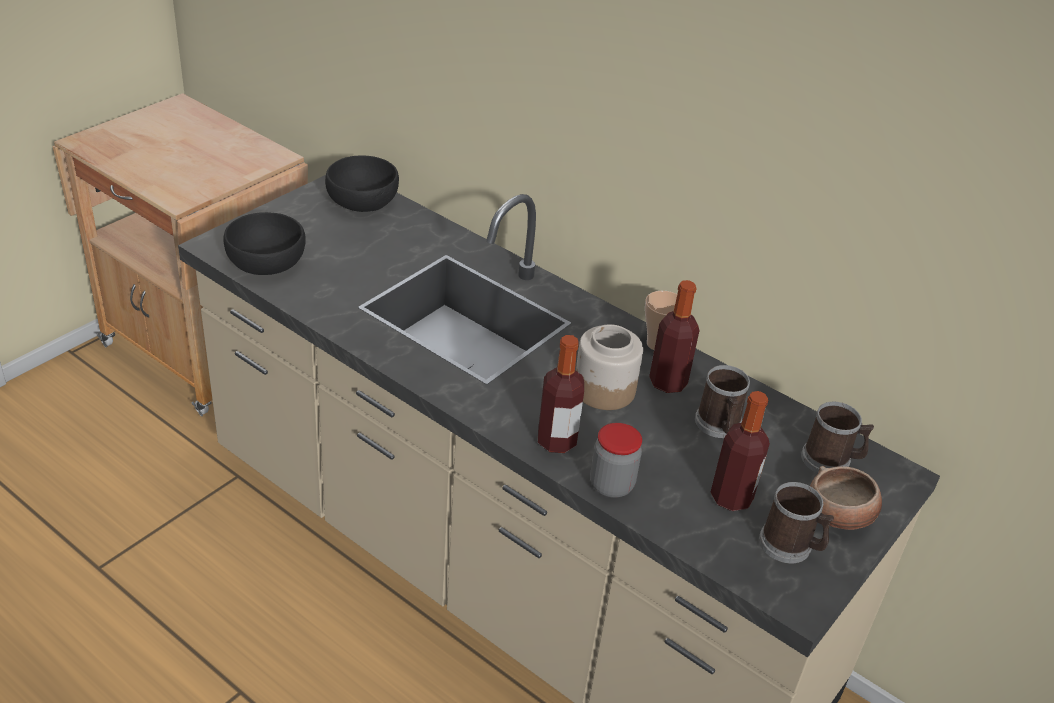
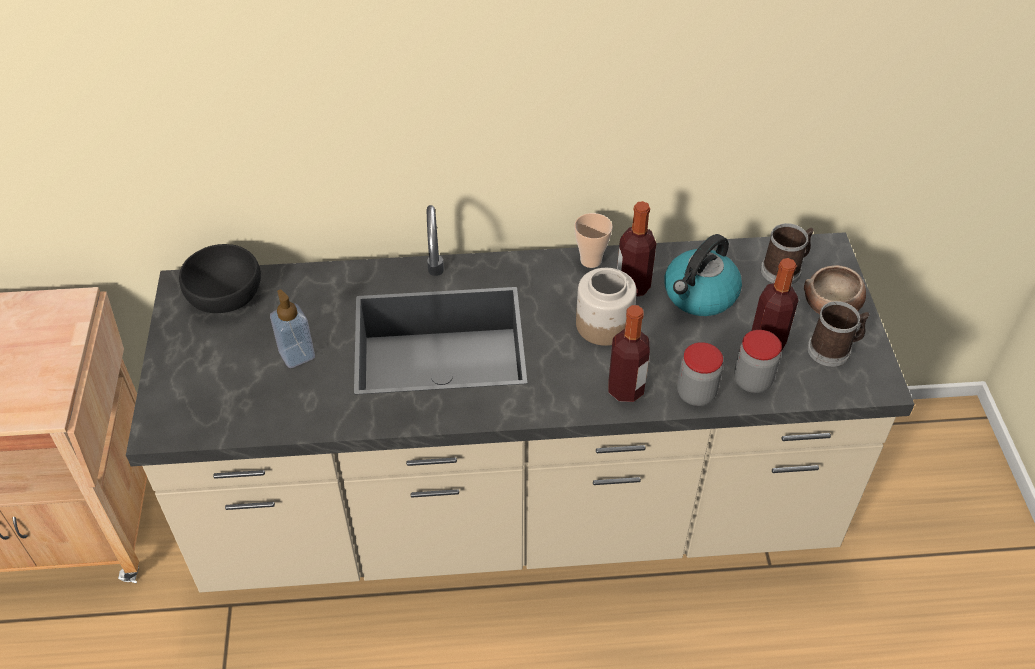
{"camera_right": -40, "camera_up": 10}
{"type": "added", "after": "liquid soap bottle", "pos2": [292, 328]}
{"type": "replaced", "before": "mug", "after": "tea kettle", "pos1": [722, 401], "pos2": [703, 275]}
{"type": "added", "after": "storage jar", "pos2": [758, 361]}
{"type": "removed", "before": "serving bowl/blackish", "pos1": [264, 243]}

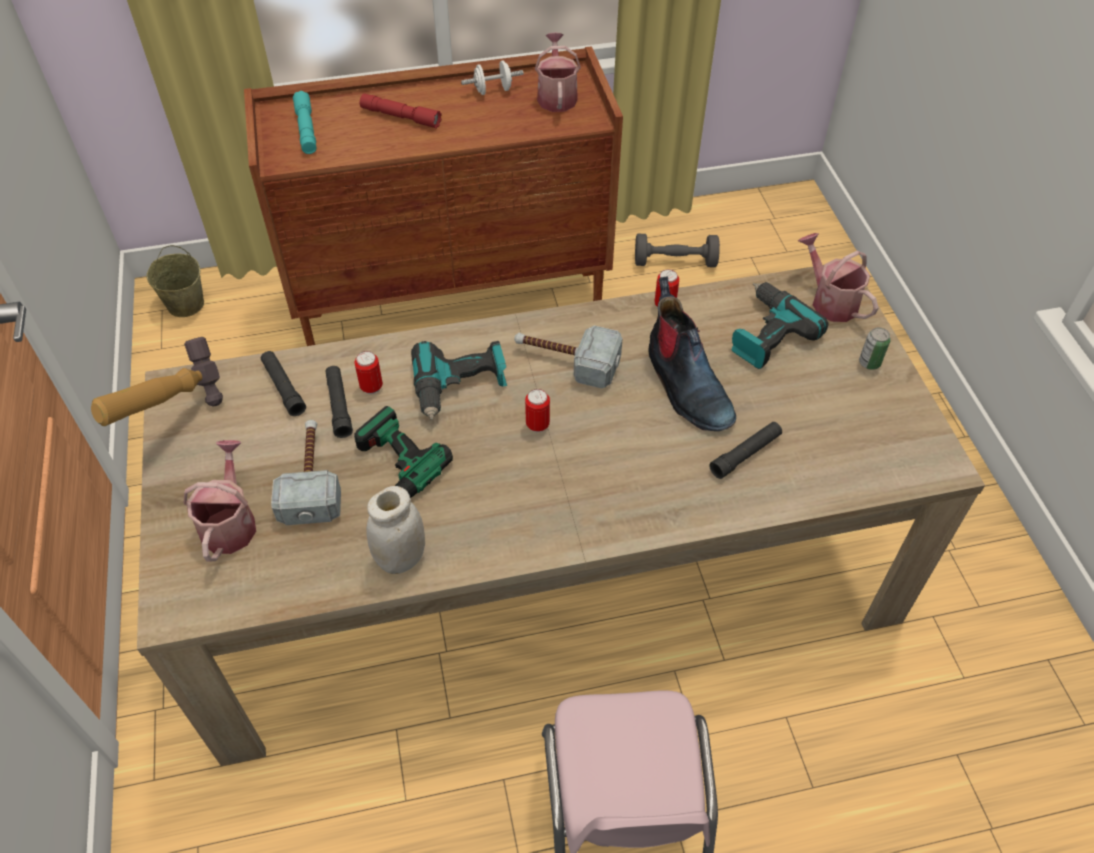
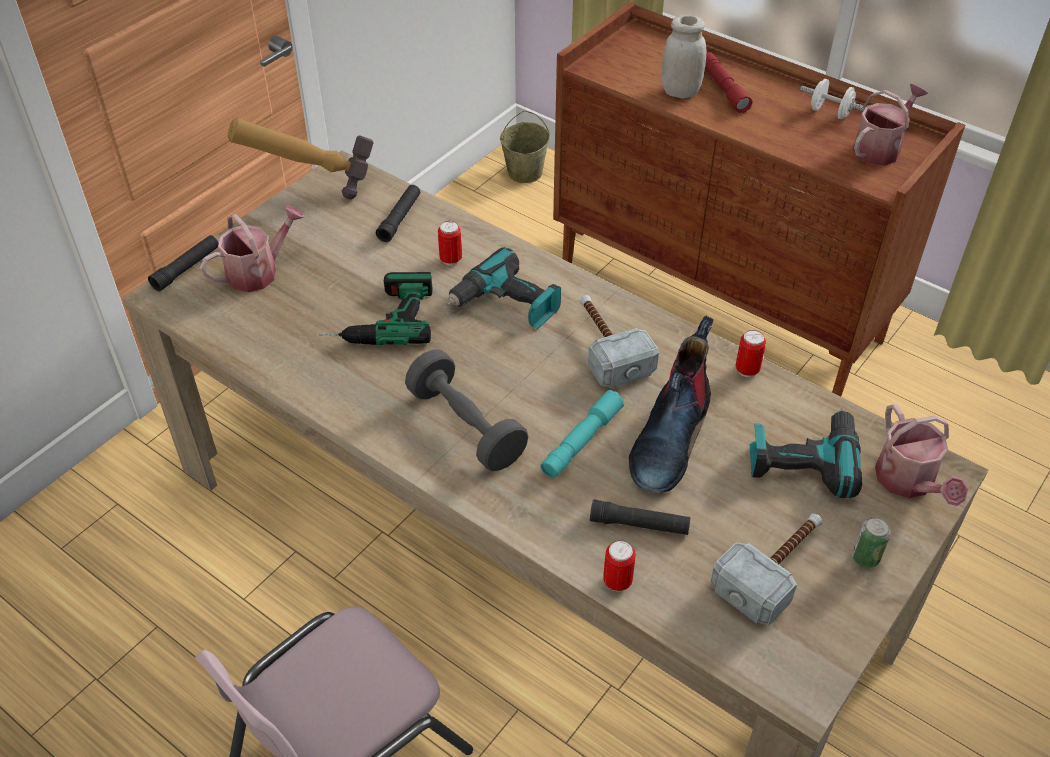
{"camera_right": 50, "camera_up": -5}
{"type": "moved", "before": "flashlight/blackish", "pos1": [339, 402], "pos2": [183, 263]}
{"type": "moved", "before": "free weight/greyish", "pos1": [677, 250], "pos2": [466, 410]}
{"type": "moved", "before": "flashlight/blue-green", "pos1": [305, 122], "pos2": [582, 434]}
{"type": "moved", "before": "metal can", "pos1": [537, 410], "pos2": [619, 566]}
{"type": "moved", "before": "storage jar/white", "pos1": [395, 530], "pos2": [683, 56]}
{"type": "moved", "before": "hammer", "pos1": [306, 472], "pos2": [766, 569]}
{"type": "turned", "before": "watering pot", "pos1": [838, 277], "pos2": [921, 455], "turn": 150}

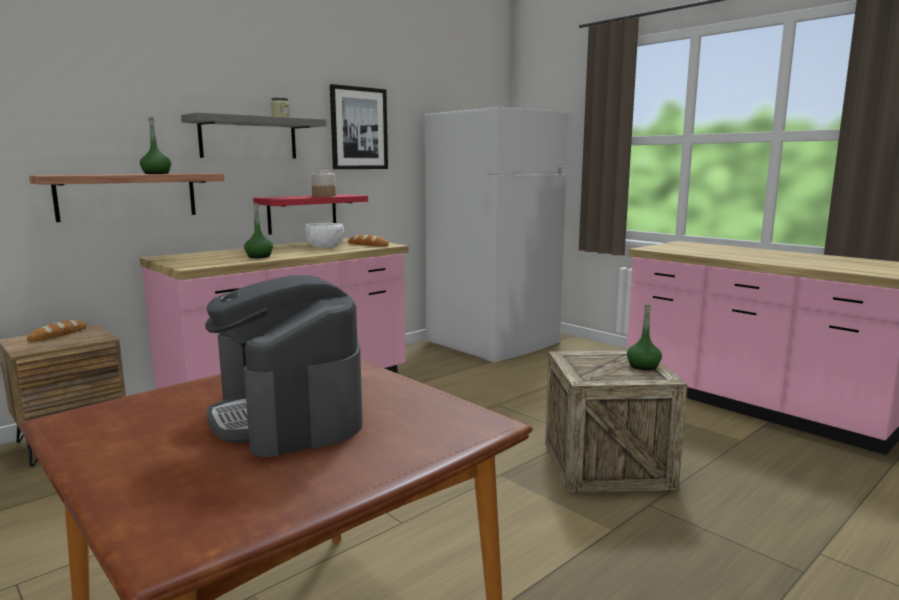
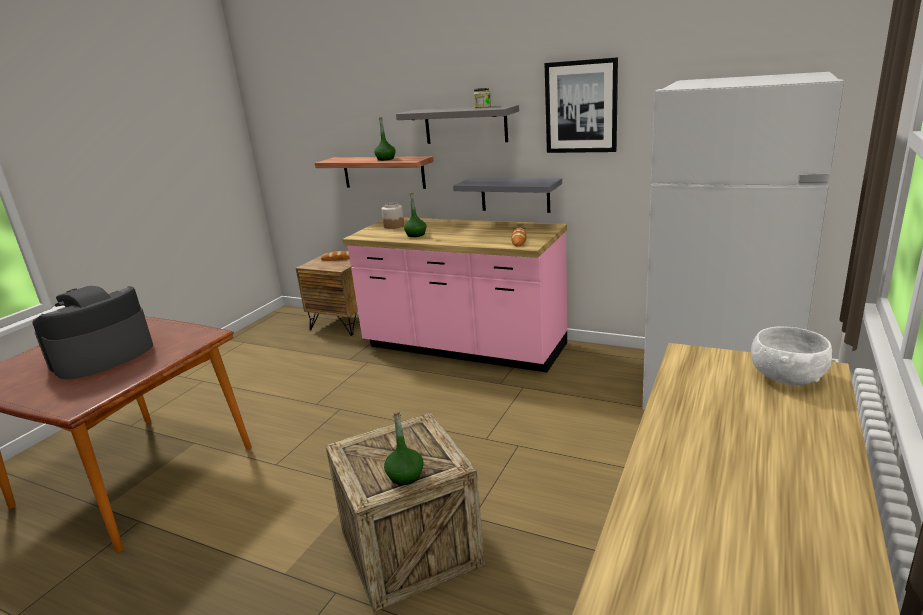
{"camera_right": 70, "camera_up": 10}
{"type": "moved", "before": "storage jar", "pos1": [323, 183], "pos2": [392, 215]}
{"type": "recoloured", "before": "bracket shelf/red", "after": "bracket shelf/greyish", "pos1": [310, 214], "pos2": [507, 195]}
{"type": "moved", "before": "serving bowl/white", "pos1": [324, 235], "pos2": [791, 356]}

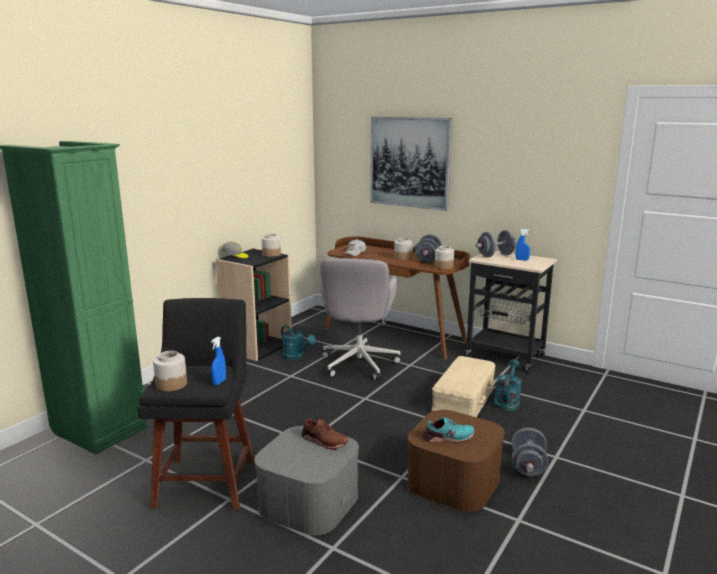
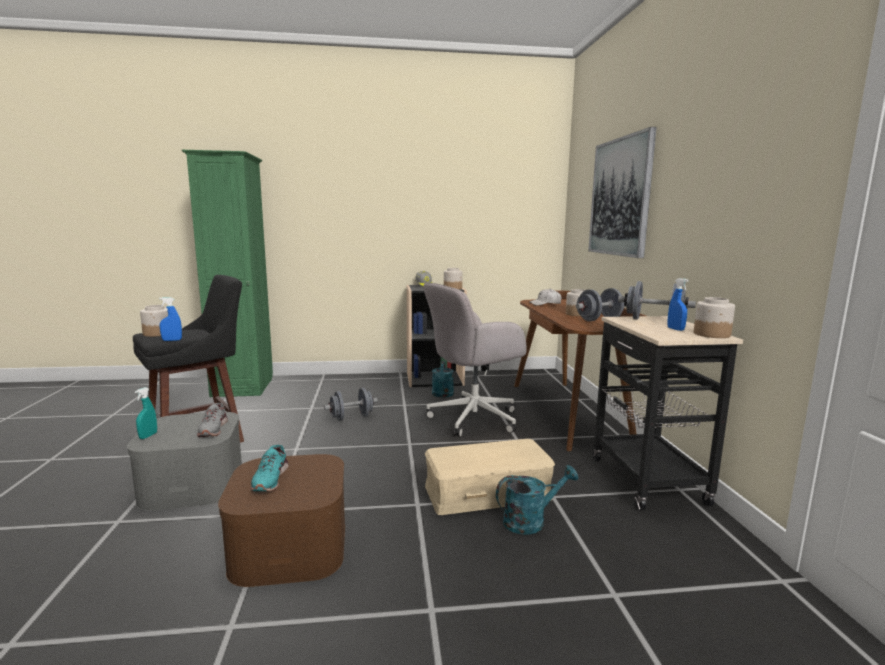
{"camera_right": 50, "camera_up": -5}
{"type": "added", "after": "spray bottle/blue-green", "pos2": [146, 413]}
{"type": "recoloured", "before": "shoe/brown-coloured", "after": "shoe/greyish", "pos1": [324, 434], "pos2": [212, 420]}
{"type": "turned", "before": "shoe/blue-green", "pos1": [449, 430], "pos2": [270, 468], "turn": 45}
{"type": "moved", "before": "free weight/greyish", "pos1": [529, 452], "pos2": [351, 404]}
{"type": "moved", "before": "storage jar", "pos1": [444, 257], "pos2": [714, 317]}

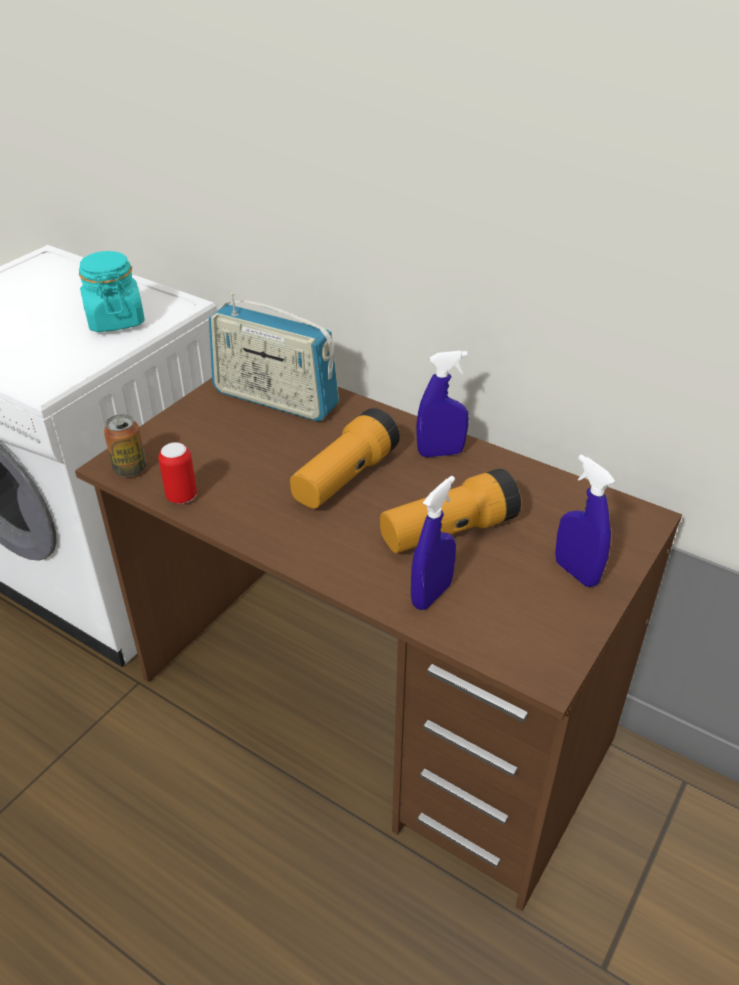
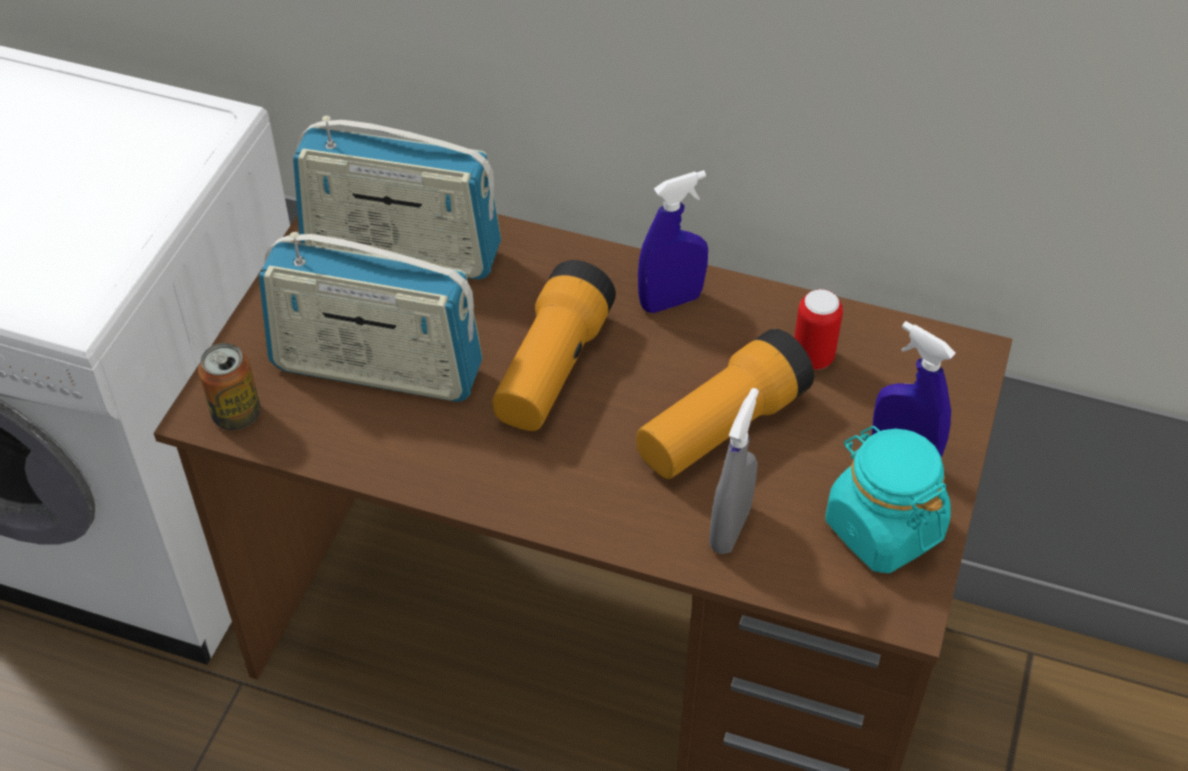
{"camera_right": -15, "camera_up": 10}
{"type": "added", "after": "radio receiver", "pos2": [370, 317]}
{"type": "recoloured", "before": "spray bottle/blue-coloured", "after": "spray bottle/greyish", "pos1": [433, 543], "pos2": [734, 471]}
{"type": "moved", "before": "metal can", "pos1": [177, 473], "pos2": [818, 329]}
{"type": "moved", "before": "storage jar/blue-green", "pos1": [112, 291], "pos2": [888, 499]}

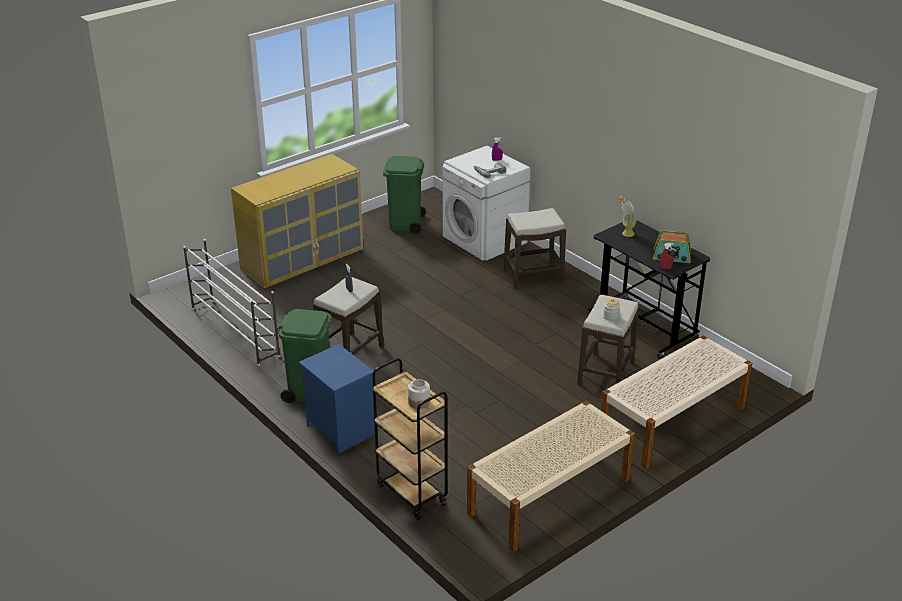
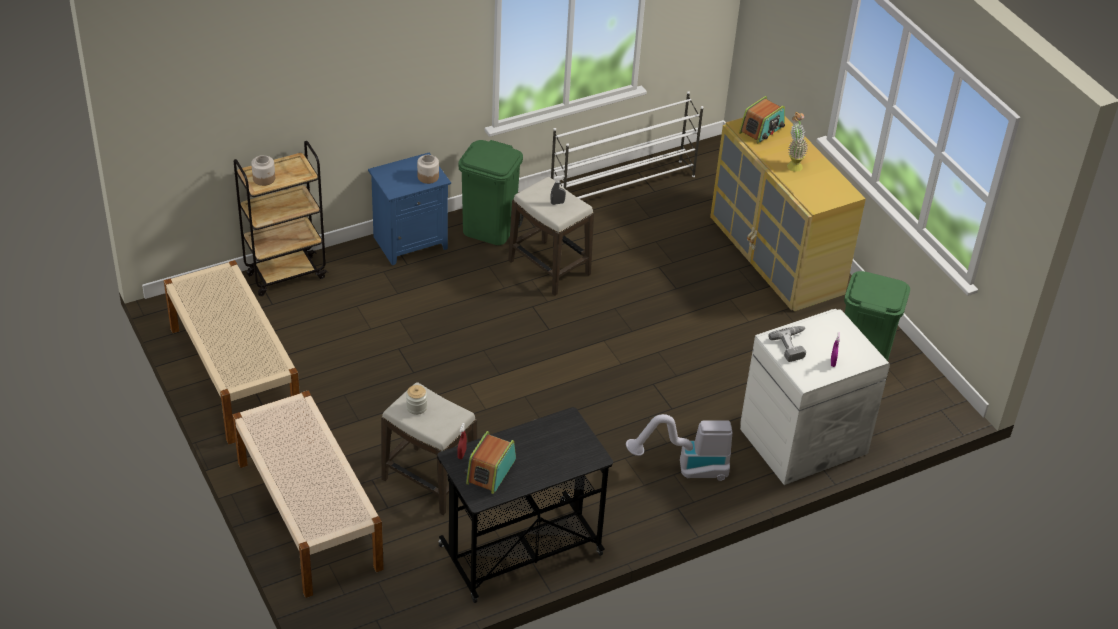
{"camera_right": 100, "camera_up": 10}
{"type": "added", "after": "storage jar", "pos2": [428, 169]}
{"type": "replaced", "before": "sitting stool", "after": "hoover", "pos1": [535, 248], "pos2": [679, 447]}
{"type": "added", "after": "radio receiver", "pos2": [762, 119]}
{"type": "moved", "before": "potted plant", "pos1": [627, 216], "pos2": [797, 142]}

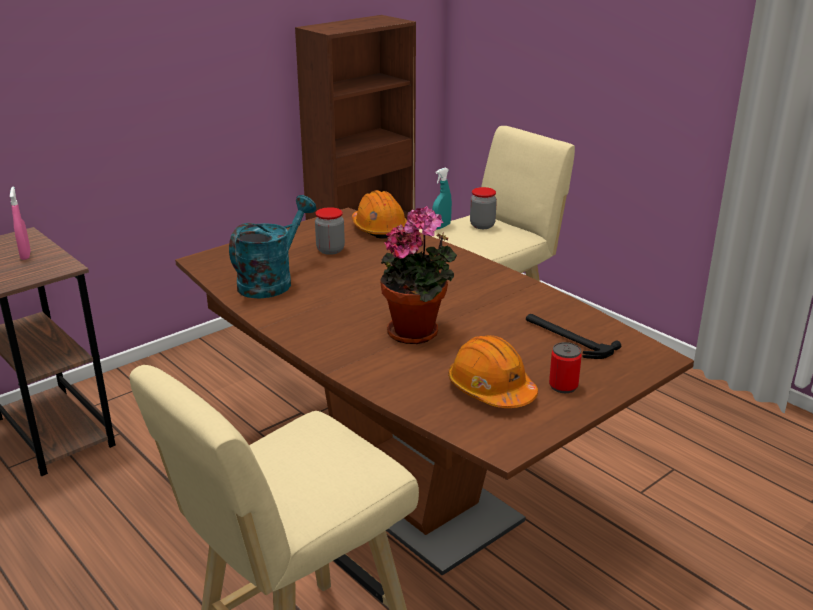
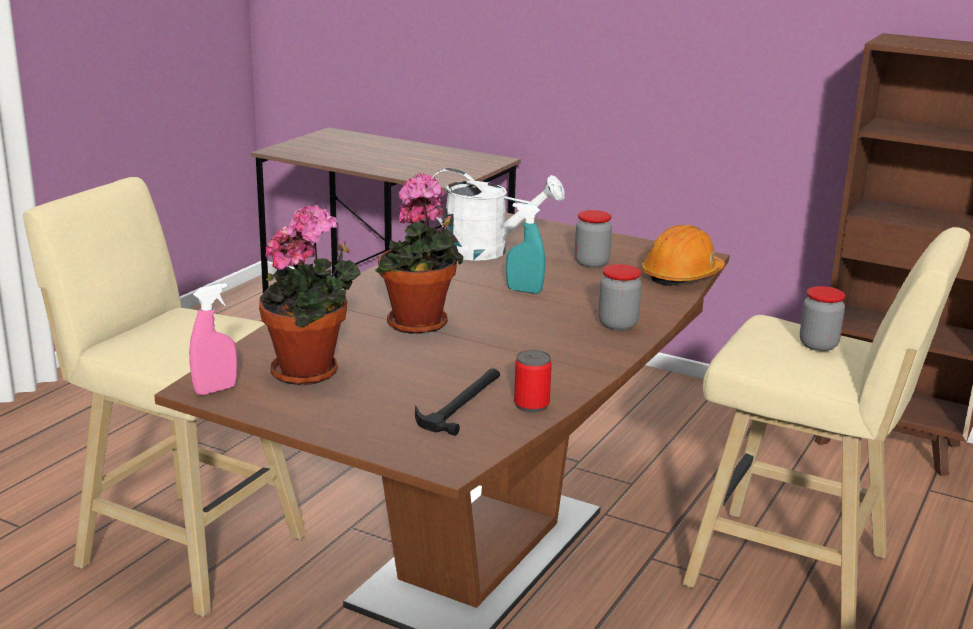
{"camera_right": 70, "camera_up": -5}
{"type": "moved", "before": "spray bottle/pinkish", "pos1": [20, 223], "pos2": [213, 339]}
{"type": "replaced", "before": "hard hat/orangey", "after": "potted plant", "pos1": [493, 371], "pos2": [310, 294]}
{"type": "recoloured", "before": "watering pot/blue-green", "after": "watering pot/white", "pos1": [272, 247], "pos2": [498, 214]}
{"type": "moved", "before": "spray bottle/blue-green", "pos1": [442, 199], "pos2": [525, 248]}
{"type": "moved", "before": "metal can", "pos1": [565, 367], "pos2": [533, 381]}
{"type": "added", "after": "storage jar", "pos2": [620, 297]}

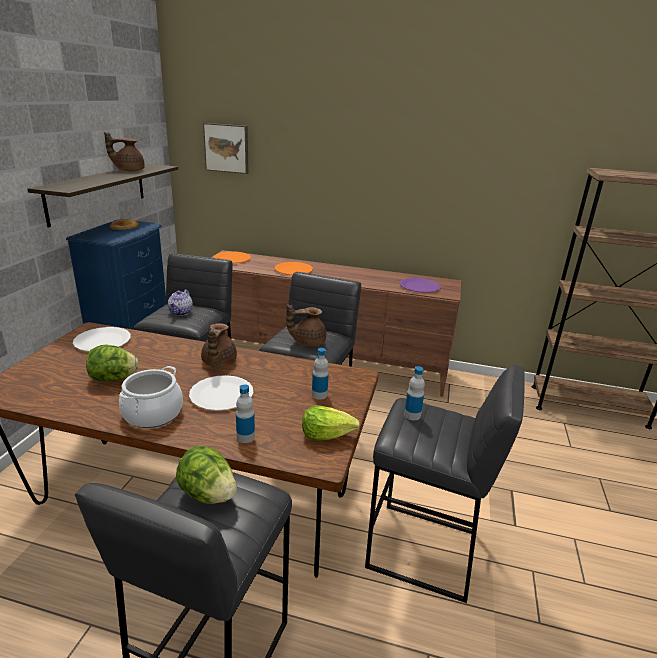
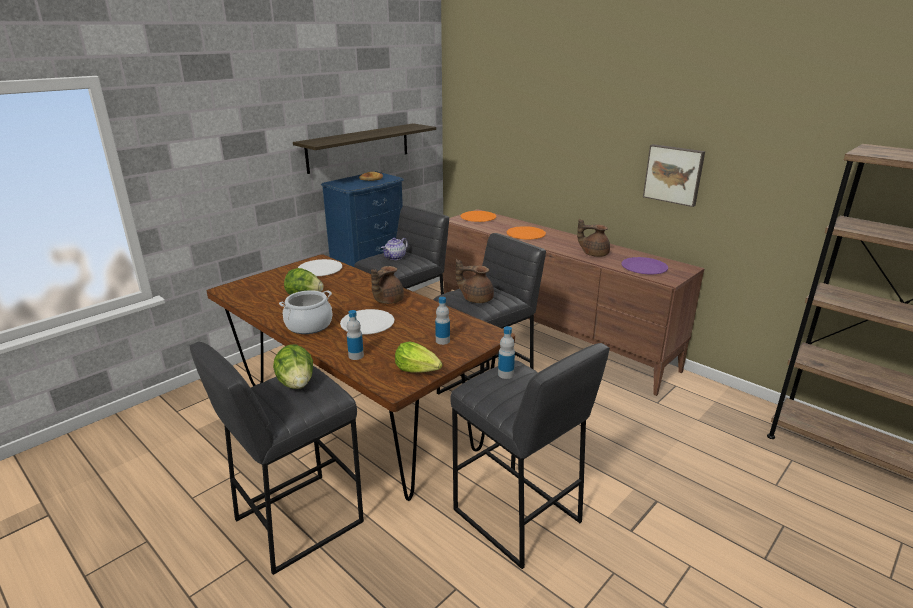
{"camera_right": 30, "camera_up": 0}
{"type": "moved", "before": "tea pot/brown-coloured", "pos1": [124, 151], "pos2": [593, 238]}
{"type": "moved", "before": "picture", "pos1": [226, 148], "pos2": [674, 175]}

